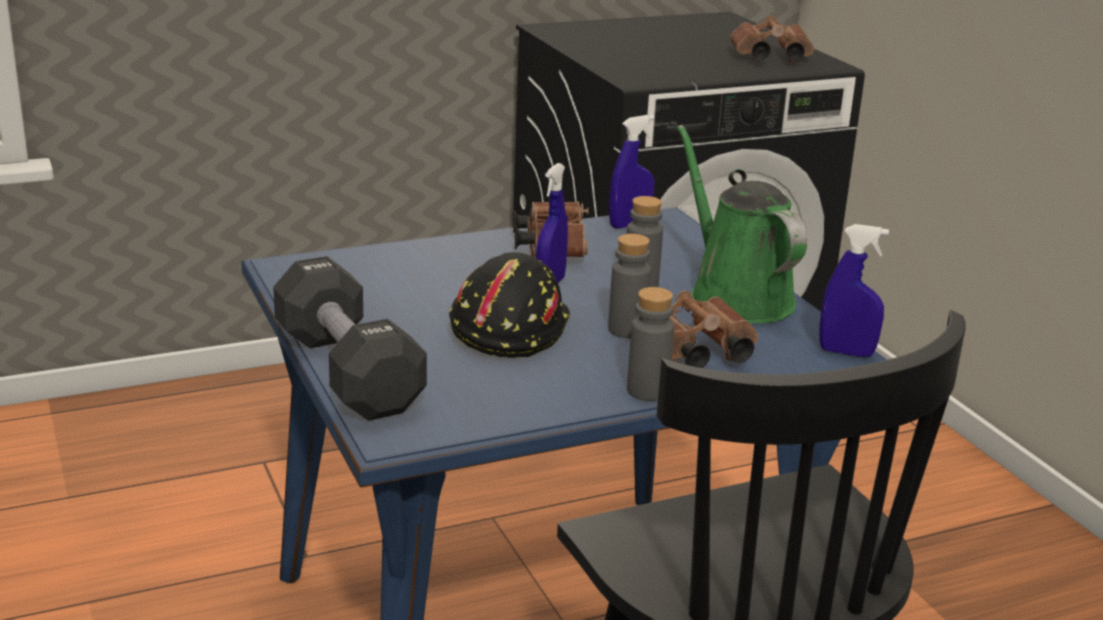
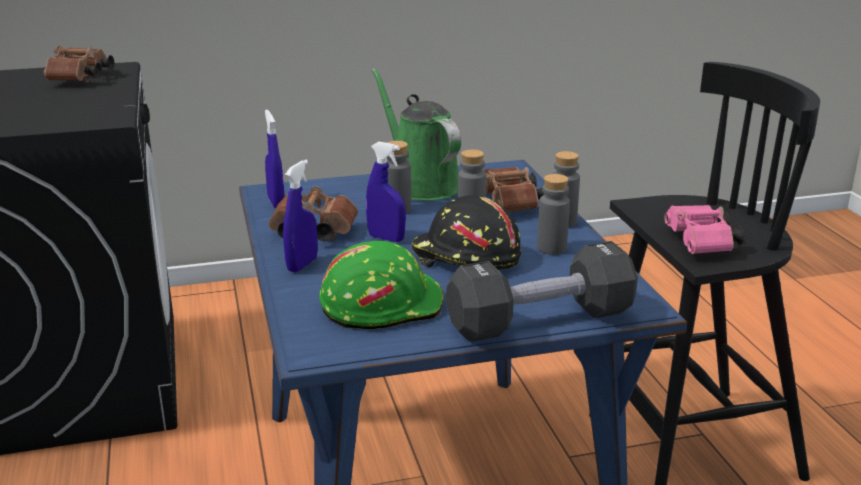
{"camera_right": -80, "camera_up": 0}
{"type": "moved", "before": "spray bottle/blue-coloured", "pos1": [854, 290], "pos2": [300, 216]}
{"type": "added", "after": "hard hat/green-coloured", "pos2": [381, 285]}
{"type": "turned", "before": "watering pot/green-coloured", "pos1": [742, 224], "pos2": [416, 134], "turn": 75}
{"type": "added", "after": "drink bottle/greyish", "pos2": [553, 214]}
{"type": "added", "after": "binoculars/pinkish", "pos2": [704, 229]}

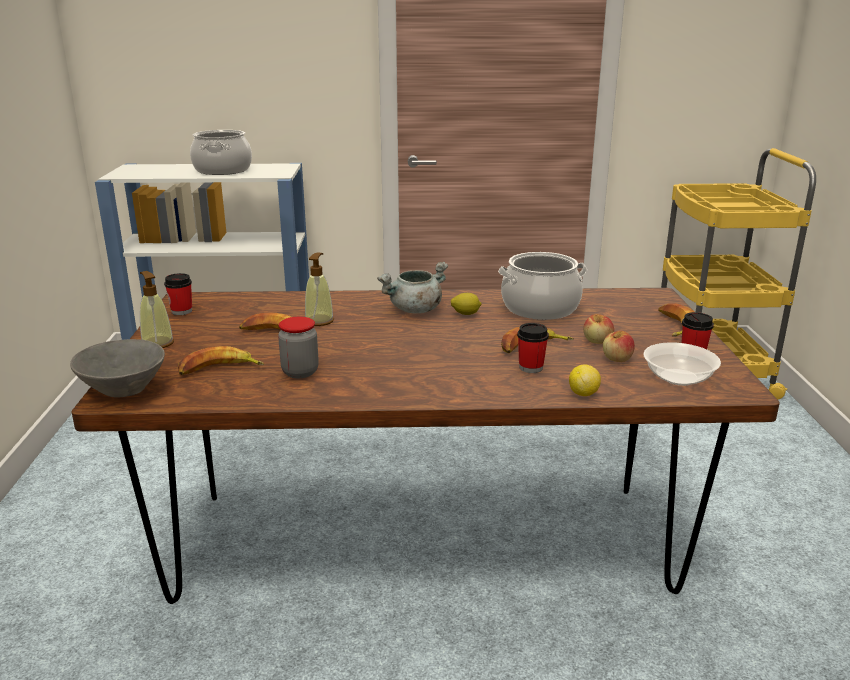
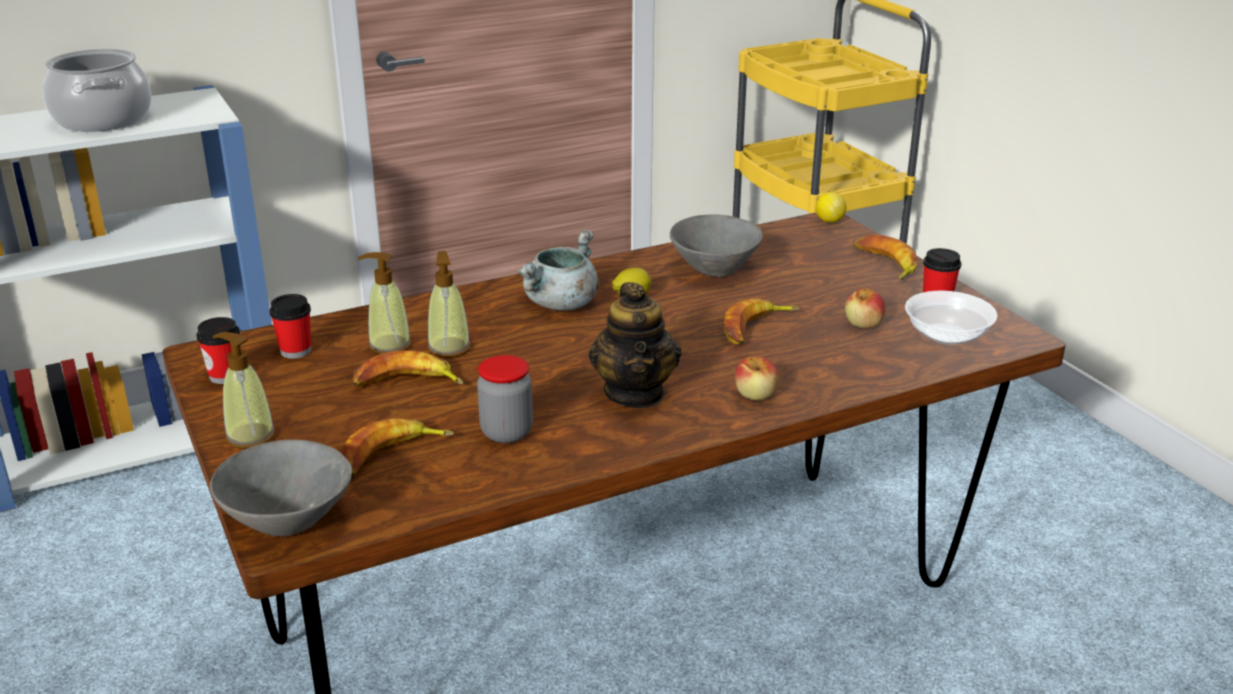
{"camera_right": -25, "camera_up": 5}
{"type": "moved", "before": "cup", "pos1": [533, 348], "pos2": [290, 326]}
{"type": "added", "after": "liquid soap bottle", "pos2": [384, 303]}
{"type": "added", "after": "tea pot", "pos2": [634, 345]}
{"type": "replaced", "before": "saucepot", "after": "serving bowl/greyish", "pos1": [542, 286], "pos2": [716, 245]}
{"type": "moved", "before": "apple fruit", "pos1": [598, 329], "pos2": [757, 378]}
{"type": "moved", "before": "whole lemon", "pos1": [585, 380], "pos2": [830, 207]}

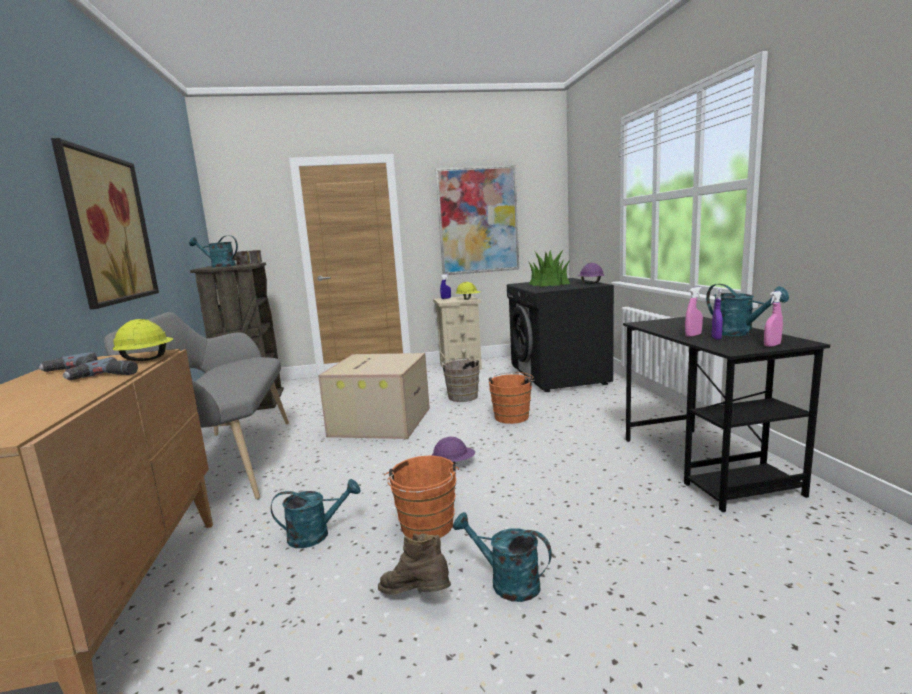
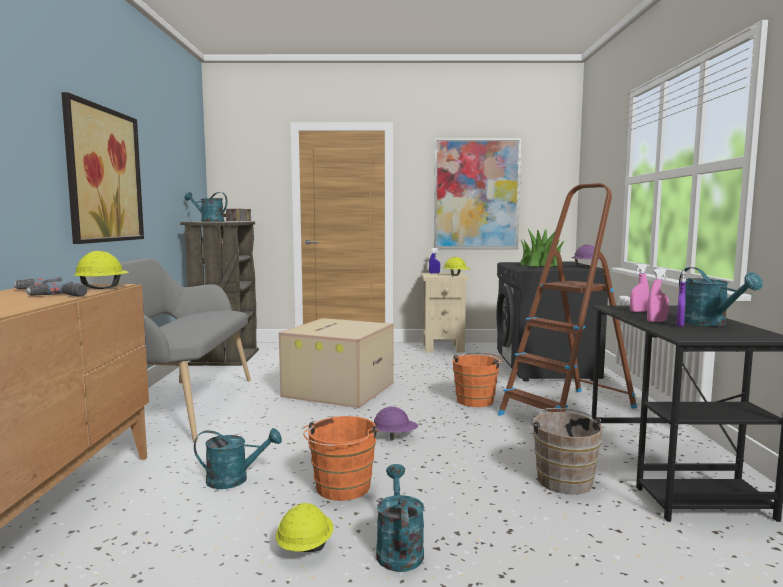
{"camera_right": 10, "camera_up": -5}
{"type": "replaced", "before": "tall boot/brown-coloured", "after": "hard hat/yellow", "pos1": [414, 564], "pos2": [305, 527]}
{"type": "turned", "before": "watering pot/blue-green", "pos1": [502, 557], "pos2": [400, 518], "turn": 45}
{"type": "added", "after": "step stool/brown-coloured", "pos2": [567, 299]}
{"type": "moved", "before": "bucket/brown-coloured", "pos1": [460, 380], "pos2": [566, 451]}
{"type": "moved", "before": "spray bottle/pinkish", "pos1": [773, 319], "pos2": [639, 288]}

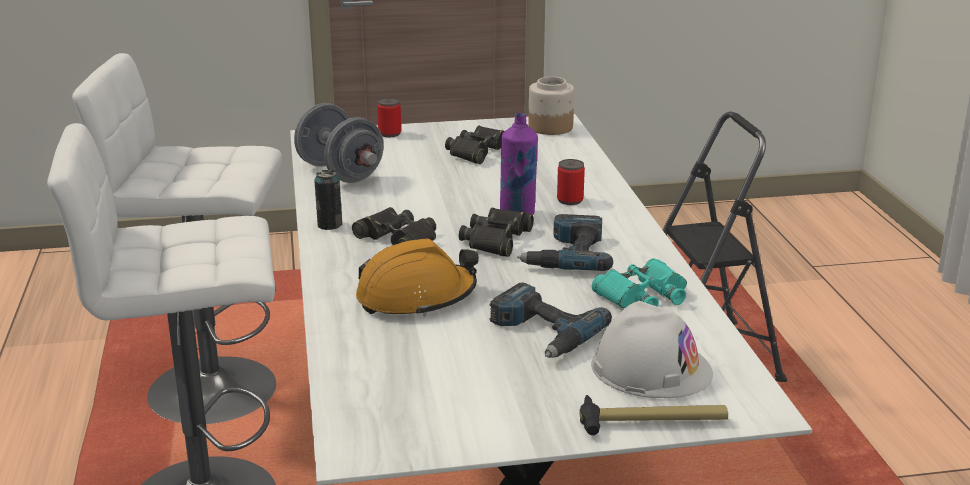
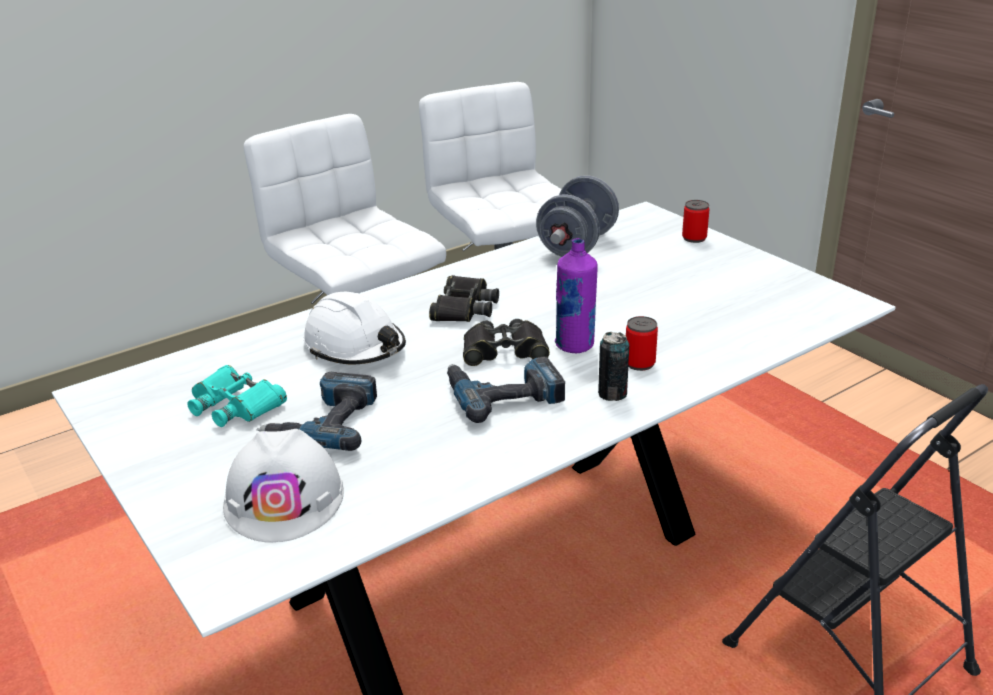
{"camera_right": 65, "camera_up": 5}
{"type": "moved", "before": "binoculars/blue-green", "pos1": [639, 283], "pos2": [237, 396]}
{"type": "recoloured", "before": "hard hat/orangey", "after": "hard hat/white", "pos1": [417, 278], "pos2": [355, 328]}
{"type": "moved", "before": "metal can", "pos1": [328, 200], "pos2": [613, 366]}
{"type": "removed", "before": "binoculars/blackish", "pos1": [475, 145]}
{"type": "removed", "before": "storage jar", "pos1": [551, 106]}
{"type": "removed", "before": "hammer", "pos1": [653, 415]}

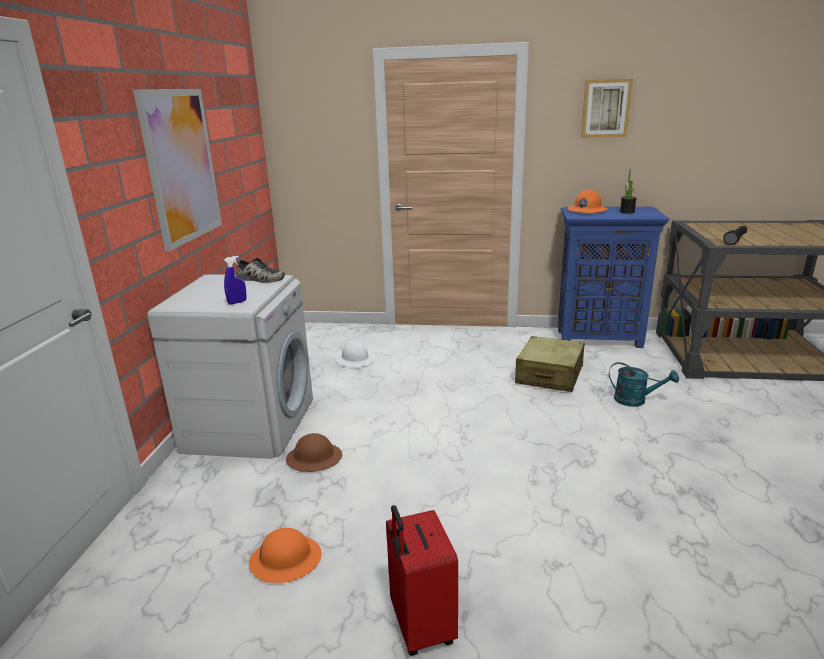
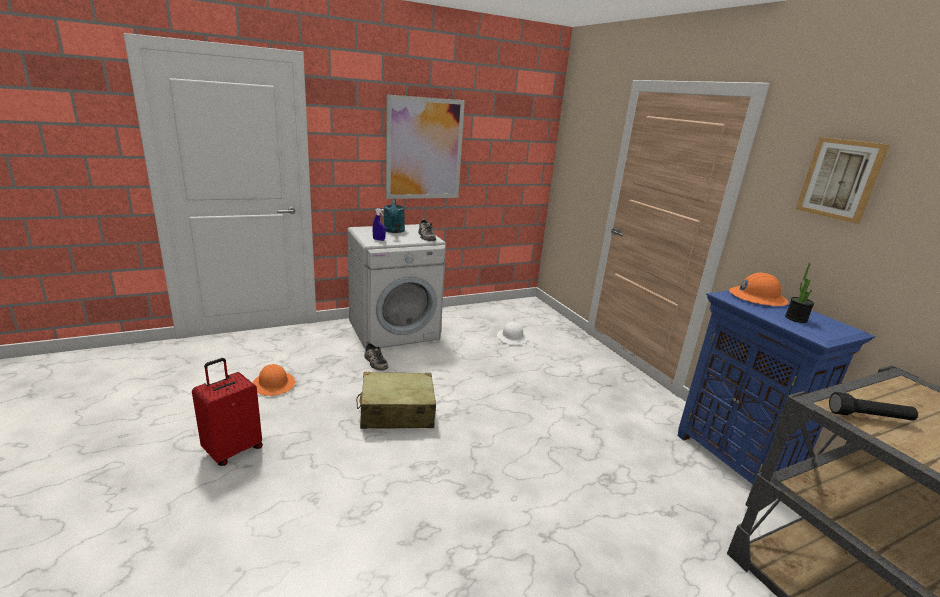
{"camera_right": 55, "camera_up": 0}
{"type": "moved", "before": "suitcase/beige", "pos1": [550, 364], "pos2": [396, 400]}
{"type": "replaced", "before": "hard hat/brown-coloured", "after": "shoe", "pos1": [314, 452], "pos2": [376, 356]}
{"type": "moved", "before": "watering pot/blue-green", "pos1": [644, 384], "pos2": [394, 215]}

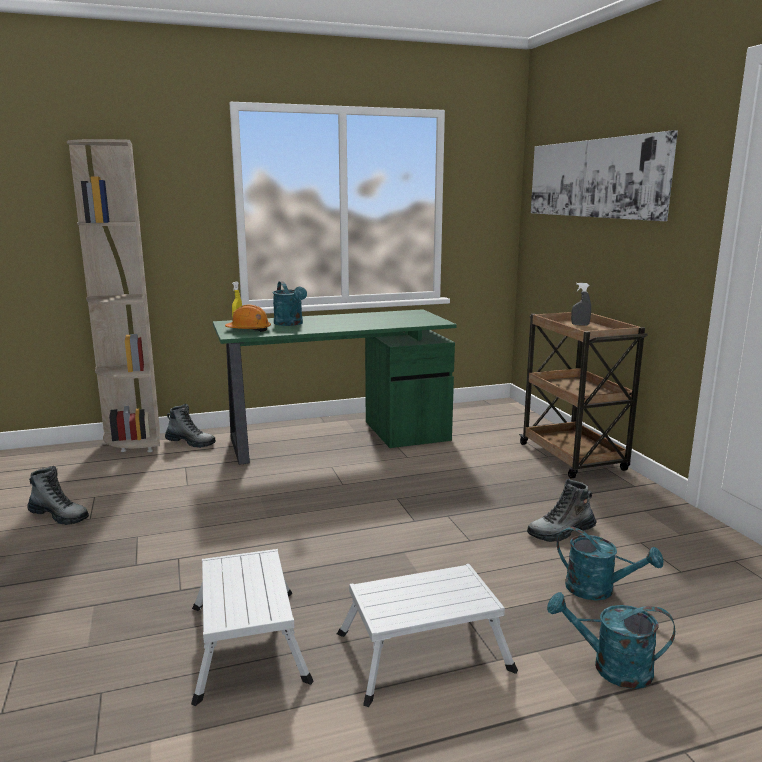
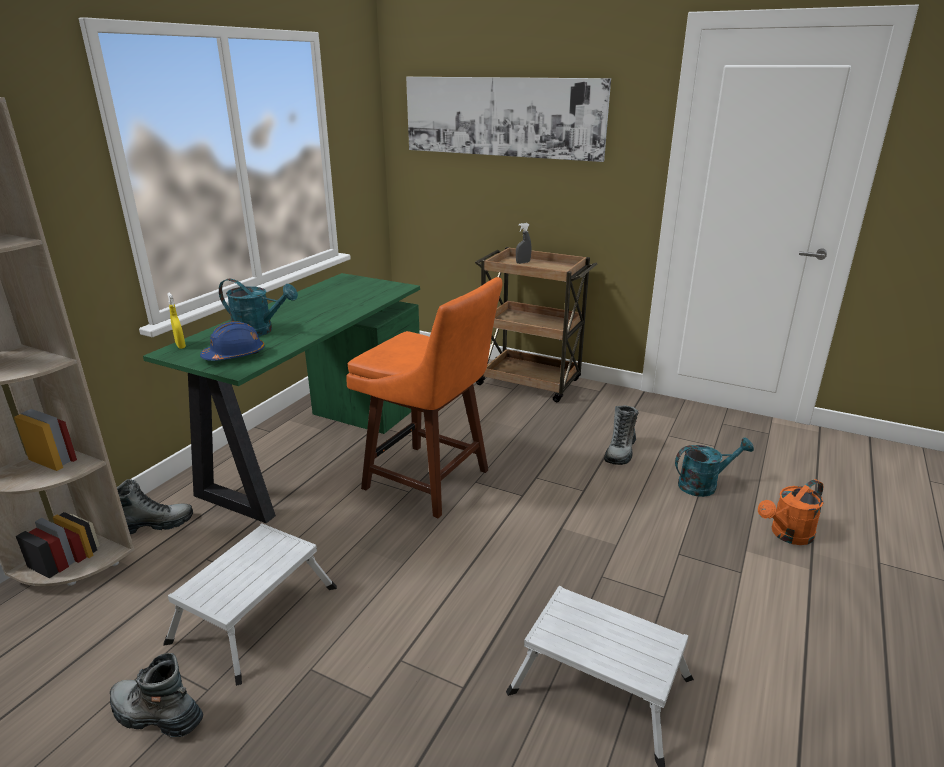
{"camera_right": -45, "camera_up": 10}
{"type": "turned", "before": "tall boot", "pos1": [58, 495], "pos2": [156, 695], "turn": -135}
{"type": "moved", "before": "step stool/white", "pos1": [427, 635], "pos2": [250, 605]}
{"type": "recoloured", "before": "hard hat/orangey", "after": "hard hat/blue-coloured", "pos1": [248, 318], "pos2": [232, 341]}
{"type": "added", "after": "sitting stool/orangey", "pos2": [424, 397]}
{"type": "recoloured", "before": "watering pot/blue-green", "after": "watering pot/orangey", "pos1": [611, 640], "pos2": [791, 512]}

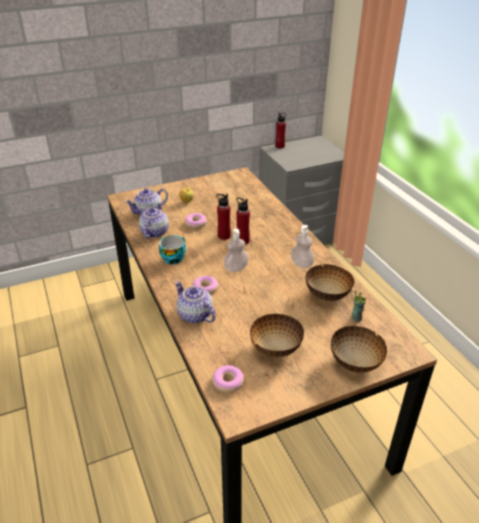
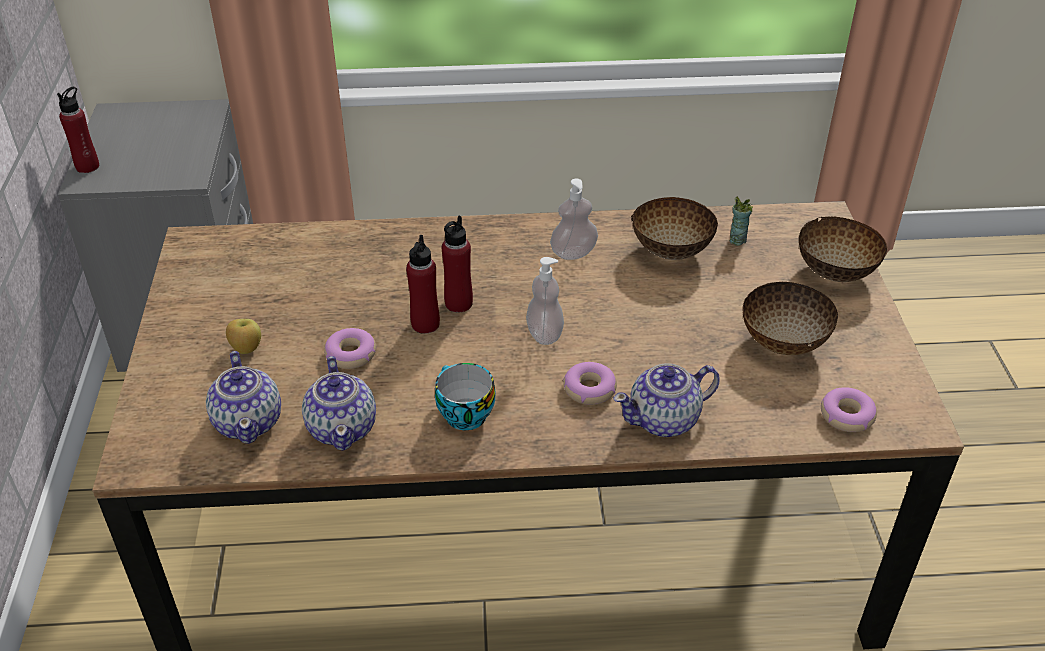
{"camera_right": -70, "camera_up": 5}
{"type": "turned", "before": "tea pot", "pos1": [154, 220], "pos2": [339, 403], "turn": -135}

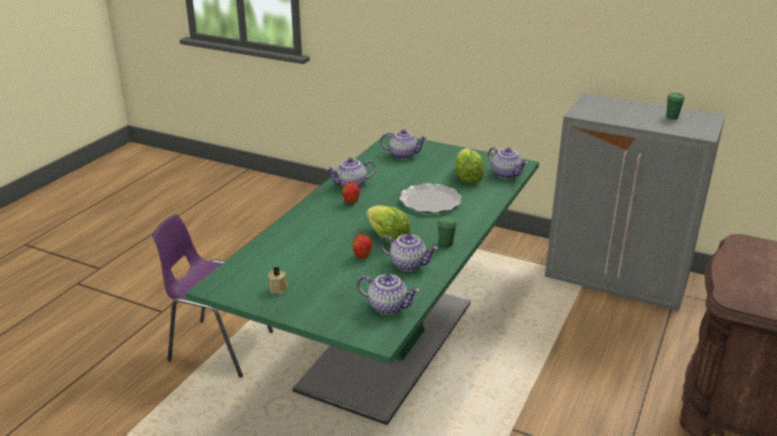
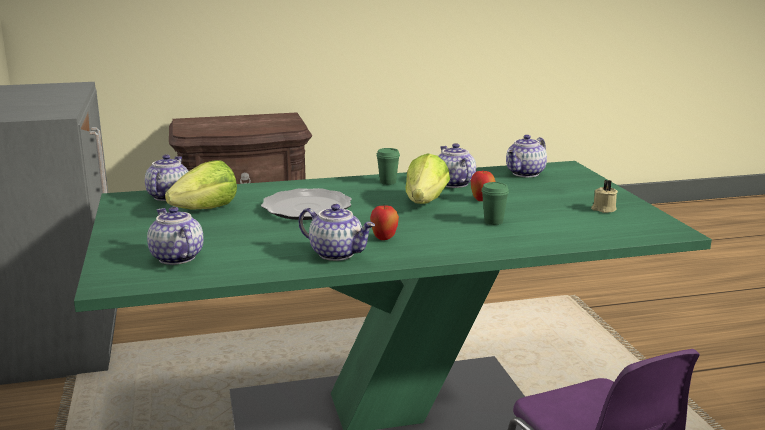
{"camera_right": -130, "camera_up": -10}
{"type": "moved", "before": "cup/green-coloured", "pos1": [675, 106], "pos2": [495, 203]}
{"type": "turned", "before": "tea pot", "pos1": [388, 294], "pos2": [526, 156], "turn": -120}

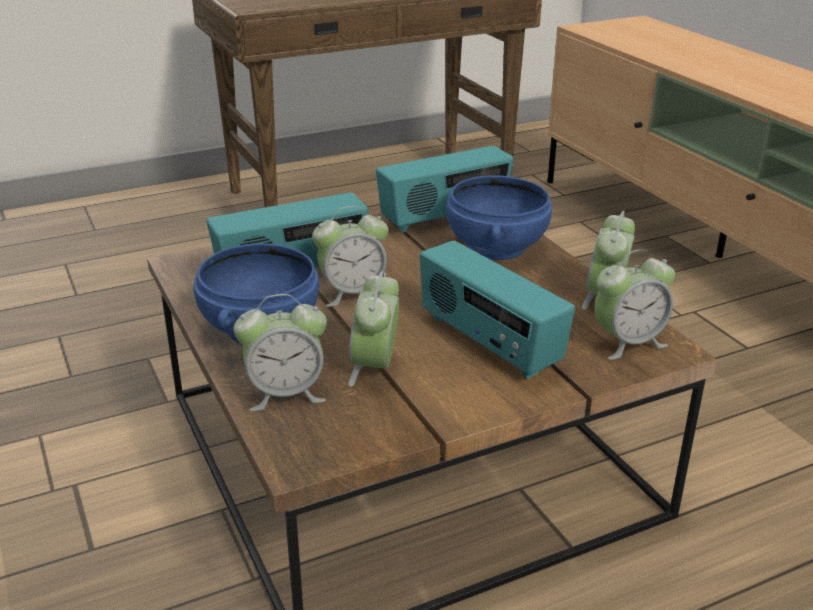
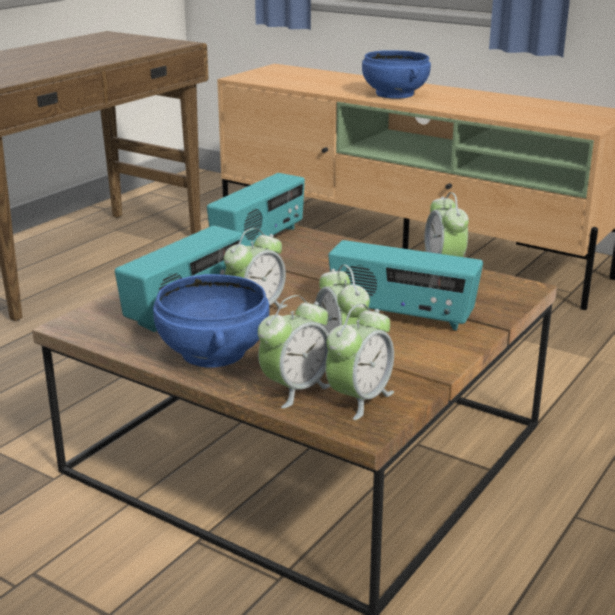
{"camera_right": -30, "camera_up": -5}
{"type": "moved", "before": "bedside clock", "pos1": [634, 304], "pos2": [359, 362]}
{"type": "moved", "before": "serving bowl/blue-coloured", "pos1": [499, 218], "pos2": [396, 74]}

